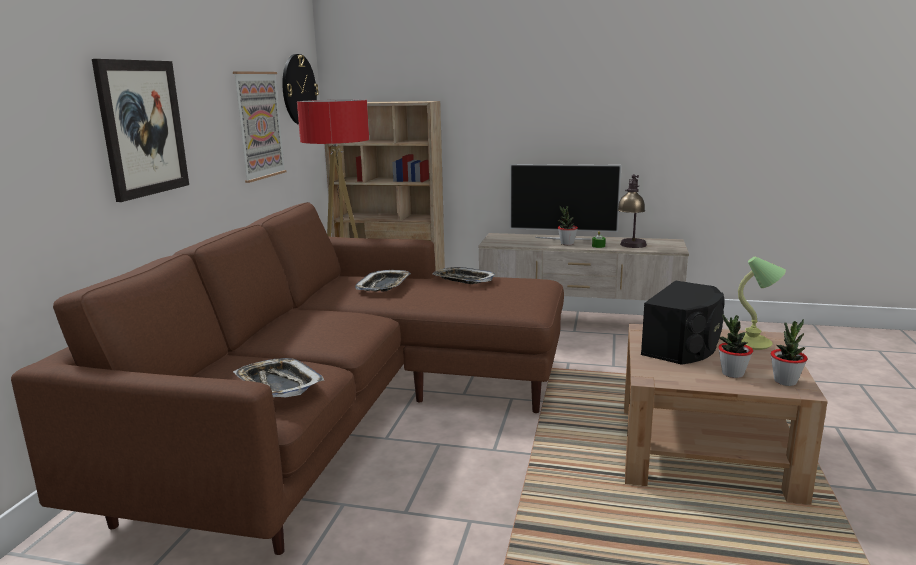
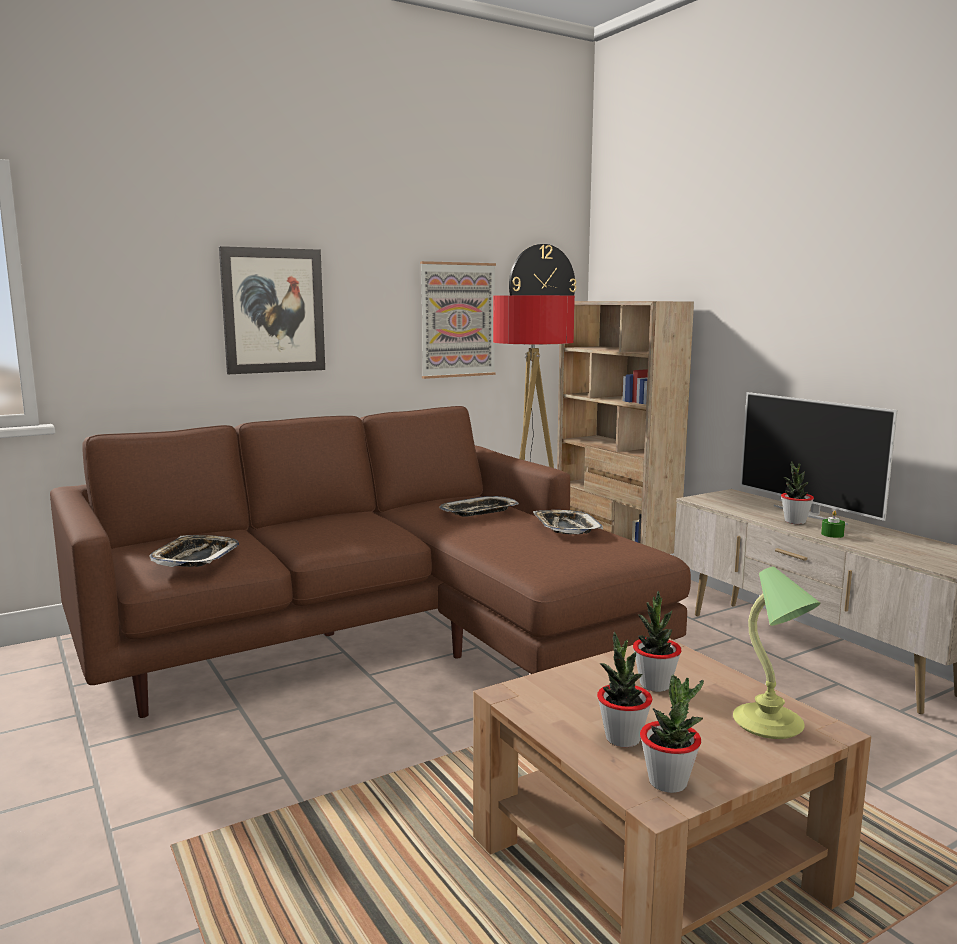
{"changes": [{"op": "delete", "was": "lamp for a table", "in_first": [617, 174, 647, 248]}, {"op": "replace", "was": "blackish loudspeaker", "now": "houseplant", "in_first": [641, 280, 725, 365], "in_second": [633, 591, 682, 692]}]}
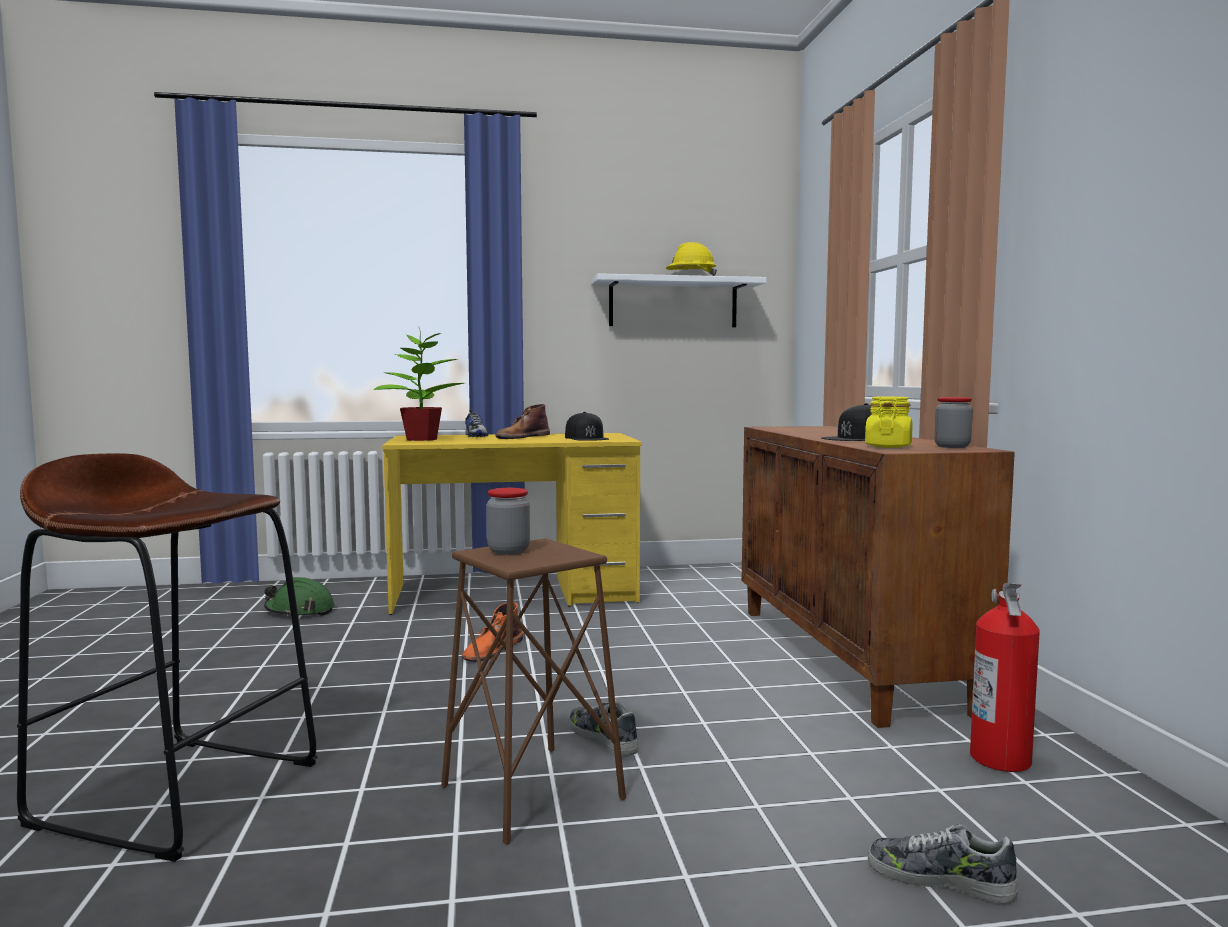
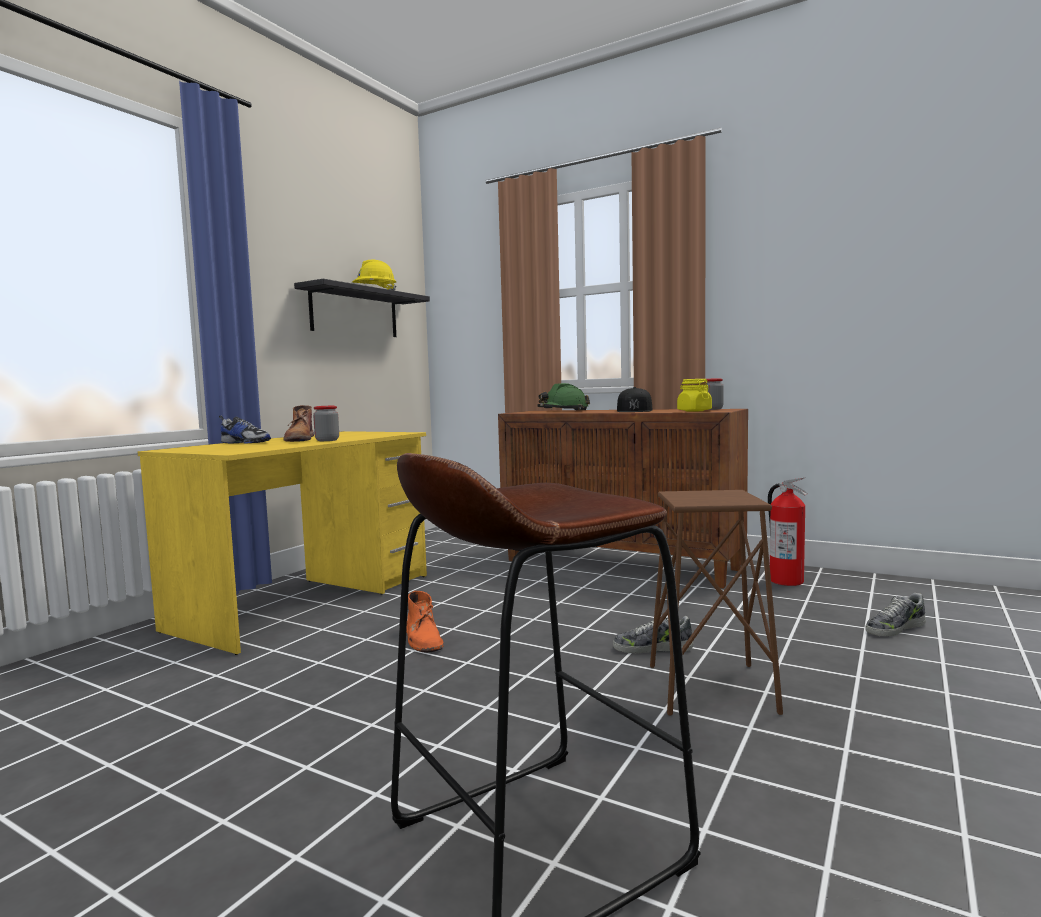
{"changes": [{"op": "delete", "was": "houseplant", "in_first": [374, 328, 464, 441]}, {"op": "delete", "was": "blackish baseball cap", "in_first": [565, 412, 609, 441]}, {"op": "move", "was": "green-coloured work helmet", "in_first": [264, 577, 335, 617], "in_second": [537, 383, 590, 410]}, {"op": "move", "was": "preserve jar", "in_first": [486, 488, 530, 554], "in_second": [313, 406, 339, 441]}, {"op": "recolor", "was": "white bracket shelf", "now": "blackish bracket shelf", "in_first": [592, 273, 767, 327], "in_second": [294, 279, 430, 337]}]}
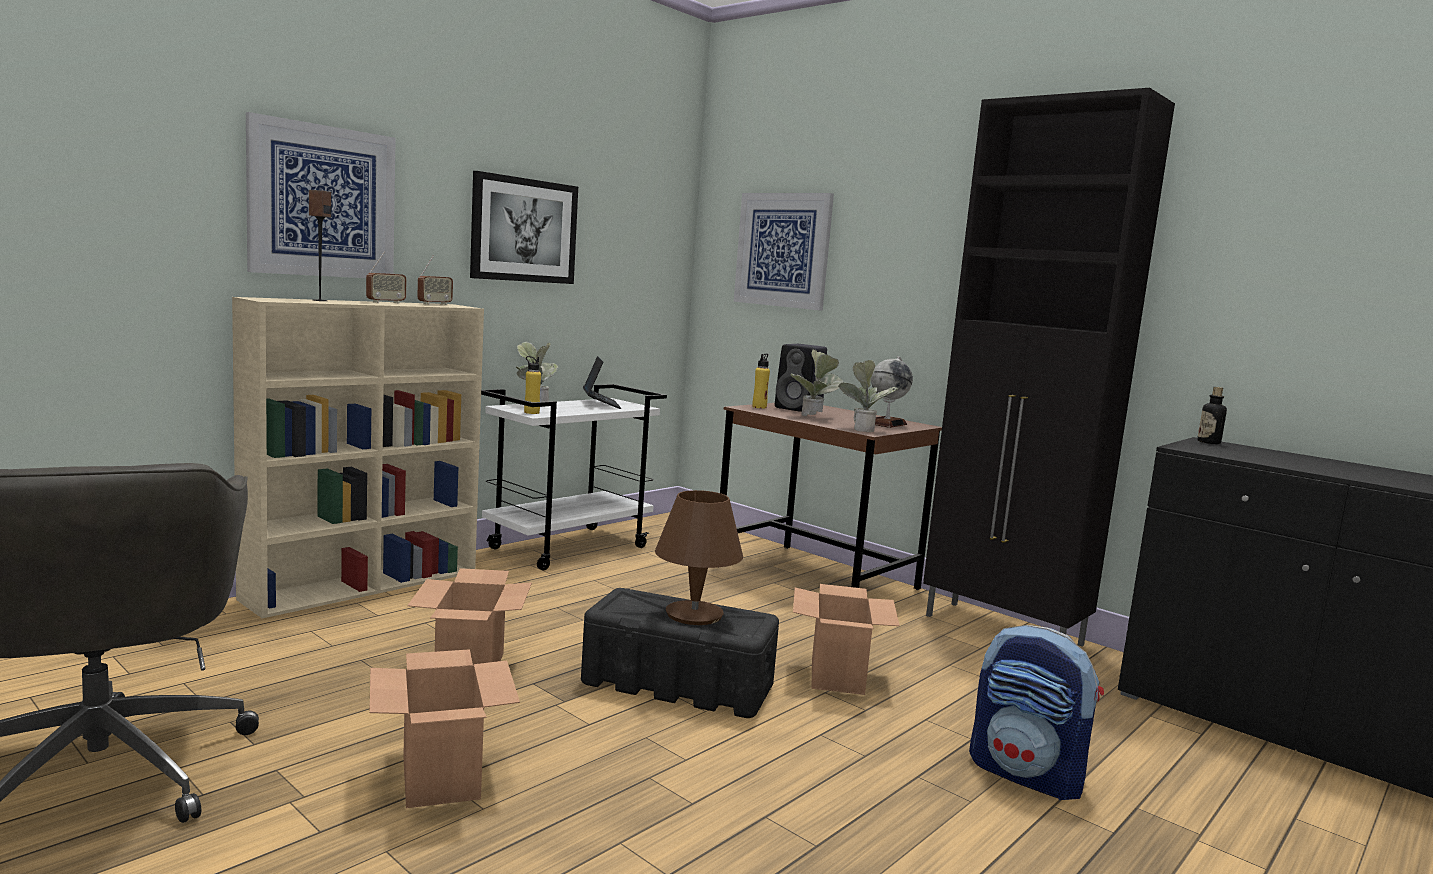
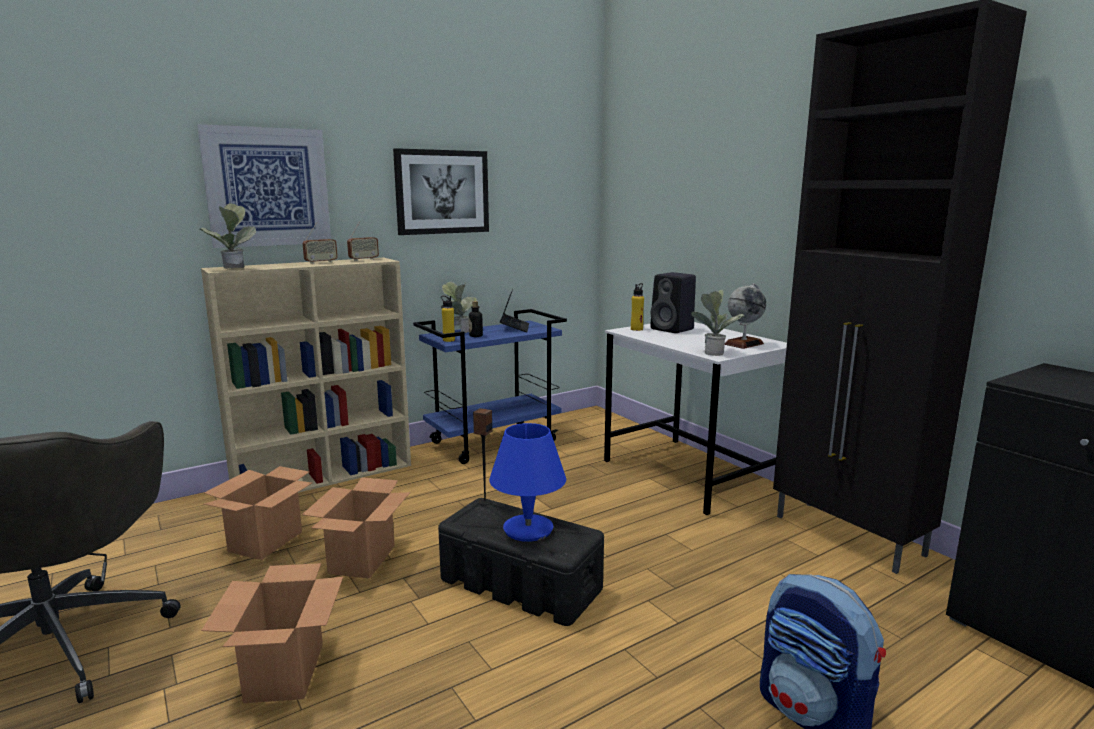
{"changes": [{"op": "delete", "was": "wall art", "in_first": [734, 193, 834, 310]}, {"op": "move", "was": "loudspeaker", "in_first": [309, 190, 331, 301], "in_second": [473, 408, 492, 505]}, {"op": "move", "was": "houseplant", "in_first": [790, 349, 843, 416], "in_second": [200, 203, 256, 269]}, {"op": "move", "was": "carton", "in_first": [793, 584, 900, 695], "in_second": [204, 466, 312, 560]}, {"op": "move", "was": "beverage bottle", "in_first": [1197, 387, 1227, 444], "in_second": [469, 301, 483, 337]}, {"op": "recolor", "was": "white trolley", "now": "blue trolley", "in_first": [481, 384, 667, 570], "in_second": [413, 309, 567, 464]}, {"op": "recolor", "was": "brown lamp for a table", "now": "blue lamp for a table", "in_first": [655, 490, 743, 625], "in_second": [489, 423, 566, 542]}, {"op": "recolor", "was": "brown desk", "now": "white desk", "in_first": [717, 403, 942, 590], "in_second": [604, 322, 787, 515]}]}
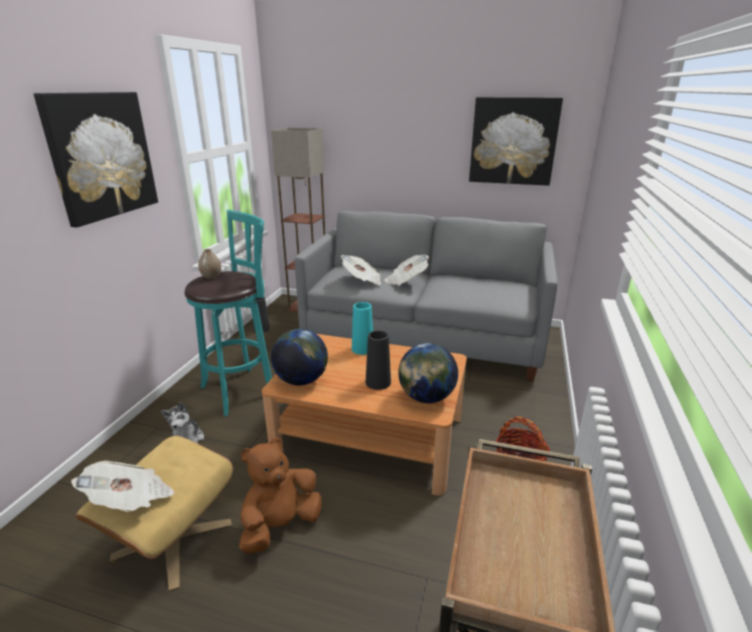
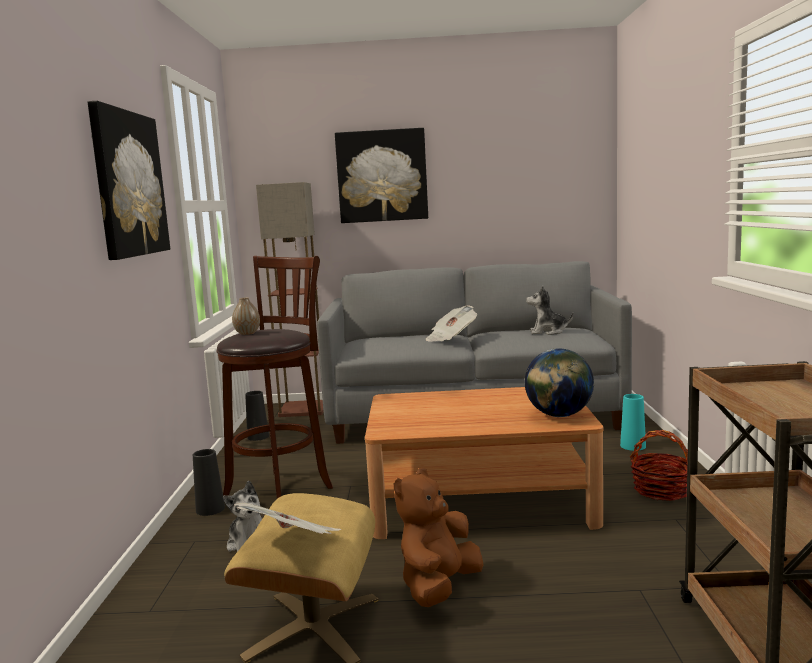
{"changes": [{"op": "delete", "was": "globe", "in_first": [271, 329, 328, 385]}, {"op": "delete", "was": "daily paper", "in_first": [341, 255, 381, 285]}, {"op": "insert", "now": "cuddly toy", "in_second": [526, 285, 573, 335]}, {"op": "move", "was": "blue-green decorative vase", "in_first": [352, 302, 373, 355], "in_second": [620, 394, 646, 451]}, {"op": "move", "was": "blackish decorative vase", "in_first": [366, 330, 391, 390], "in_second": [193, 449, 225, 516]}, {"op": "move", "was": "wall art", "in_first": [469, 97, 563, 186], "in_second": [335, 128, 428, 223]}, {"op": "recolor", "was": "blue-green stool seat", "now": "brown stool seat", "in_first": [185, 210, 272, 416], "in_second": [216, 256, 333, 499]}]}
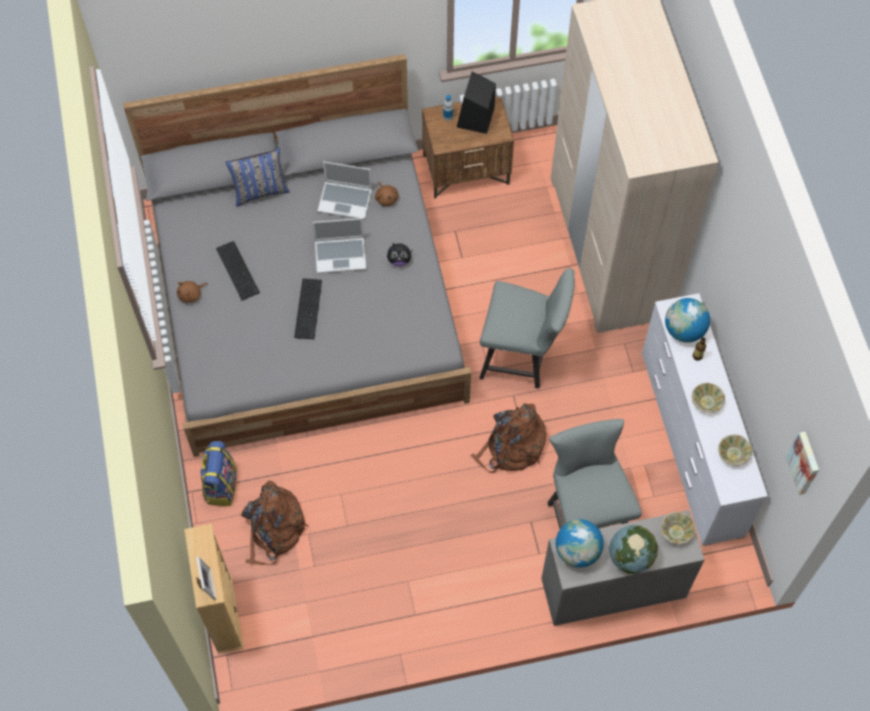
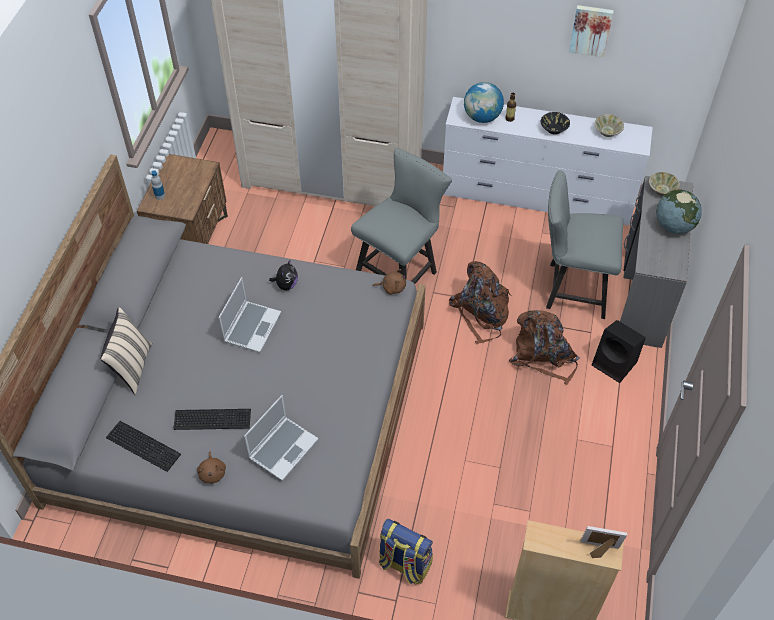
{"changes": [{"op": "delete", "was": "globe", "in_first": [556, 519, 604, 568]}, {"op": "move", "was": "brown backpack", "in_first": [241, 481, 309, 565], "in_second": [509, 310, 580, 385]}, {"op": "move", "was": "PC keyboard", "in_first": [294, 278, 322, 339], "in_second": [106, 421, 181, 472]}, {"op": "move", "was": "laptop", "in_first": [318, 161, 372, 220], "in_second": [244, 395, 318, 481]}, {"op": "move", "was": "brown cuddly toy", "in_first": [375, 182, 398, 206], "in_second": [372, 269, 406, 295]}, {"op": "move", "was": "blackish loudspeaker", "in_first": [457, 72, 496, 134], "in_second": [592, 320, 646, 383]}, {"op": "move", "was": "wall art", "in_first": [786, 432, 819, 495], "in_second": [569, 5, 614, 57]}, {"op": "recolor", "was": "blue pillow", "now": "sand-coloured pillow", "in_first": [225, 147, 290, 207], "in_second": [100, 307, 152, 395]}, {"op": "recolor", "was": "sand-coloured deep dish", "now": "blackish deep dish", "in_first": [692, 383, 725, 413], "in_second": [541, 112, 570, 135]}]}
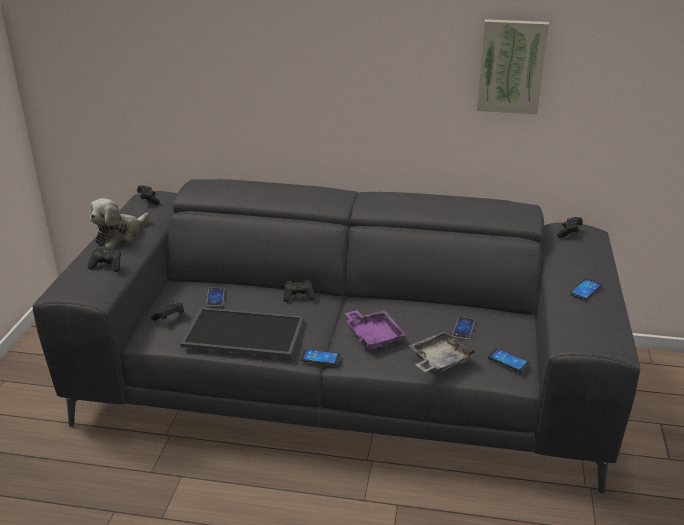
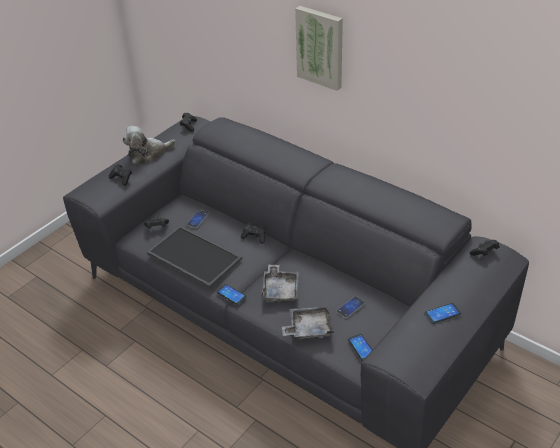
{"changes": [{"op": "move", "was": "wall art", "in_first": [477, 19, 549, 114], "in_second": [295, 6, 343, 91]}, {"op": "recolor", "was": "purple tray", "now": "greyish tray", "in_first": [345, 310, 406, 350], "in_second": [261, 264, 299, 302]}]}
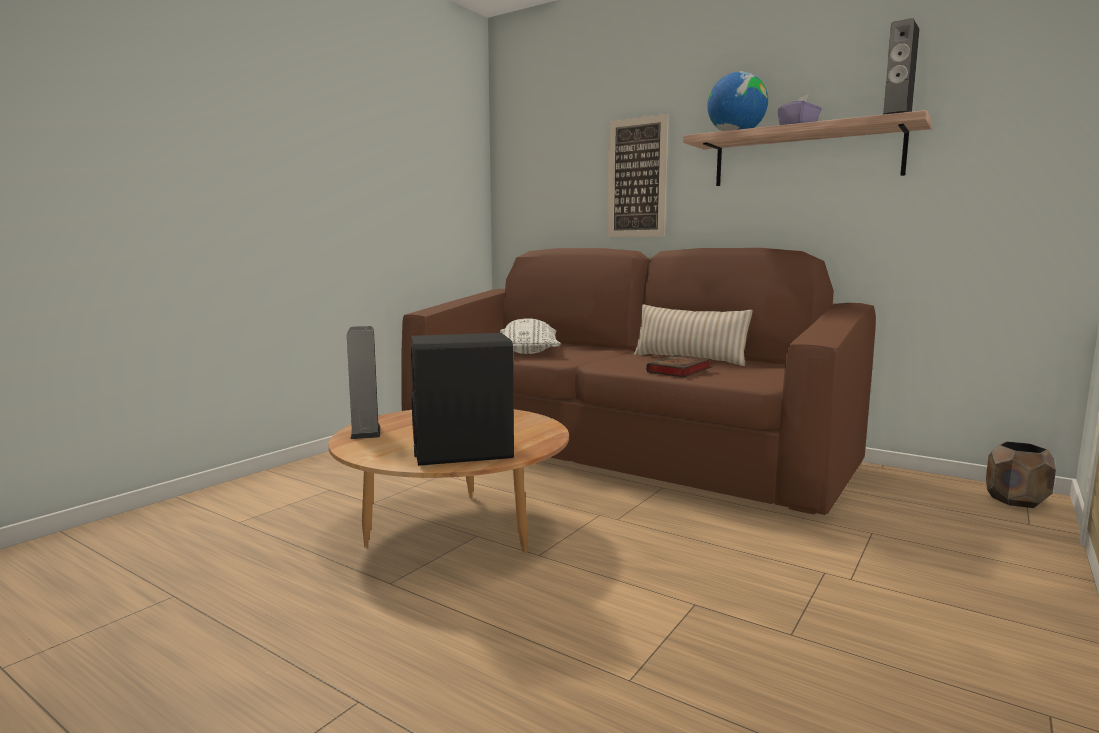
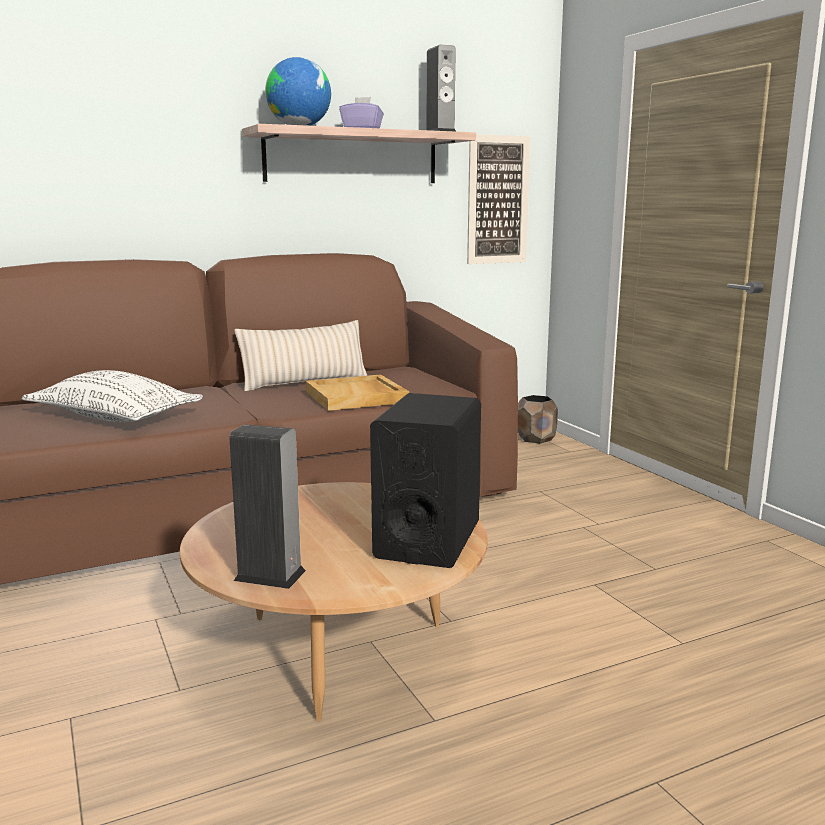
{"changes": [{"op": "move", "was": "wall art", "in_first": [607, 114, 669, 237], "in_second": [467, 134, 530, 264]}, {"op": "replace", "was": "bound book", "now": "sand-coloured tray", "in_first": [646, 355, 711, 377], "in_second": [306, 375, 409, 411]}]}
